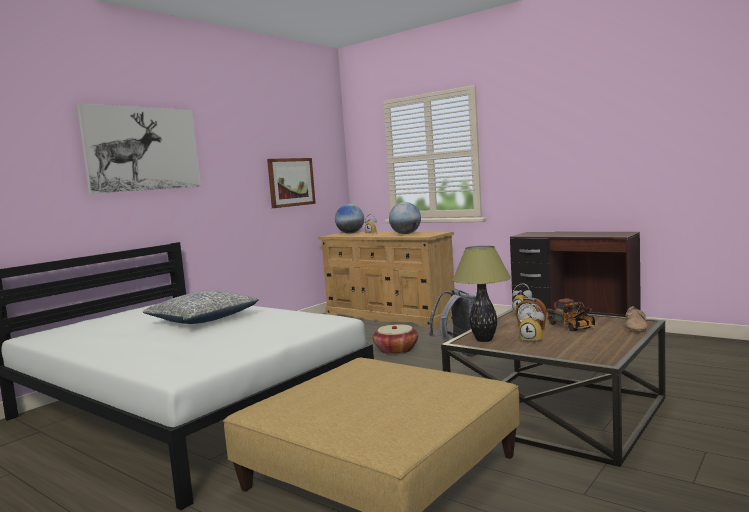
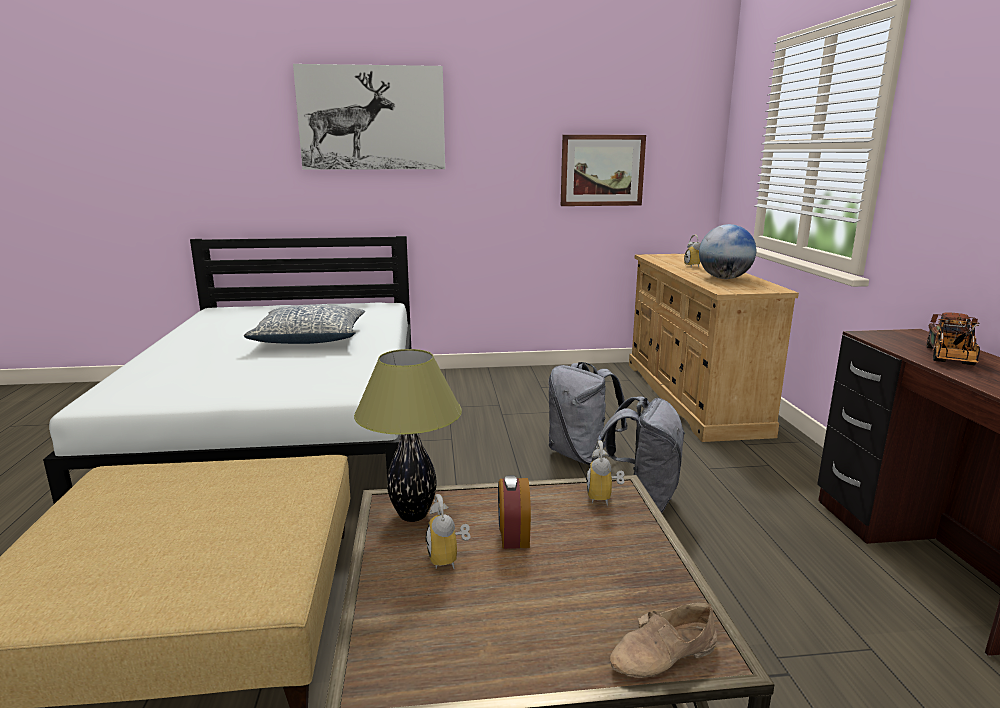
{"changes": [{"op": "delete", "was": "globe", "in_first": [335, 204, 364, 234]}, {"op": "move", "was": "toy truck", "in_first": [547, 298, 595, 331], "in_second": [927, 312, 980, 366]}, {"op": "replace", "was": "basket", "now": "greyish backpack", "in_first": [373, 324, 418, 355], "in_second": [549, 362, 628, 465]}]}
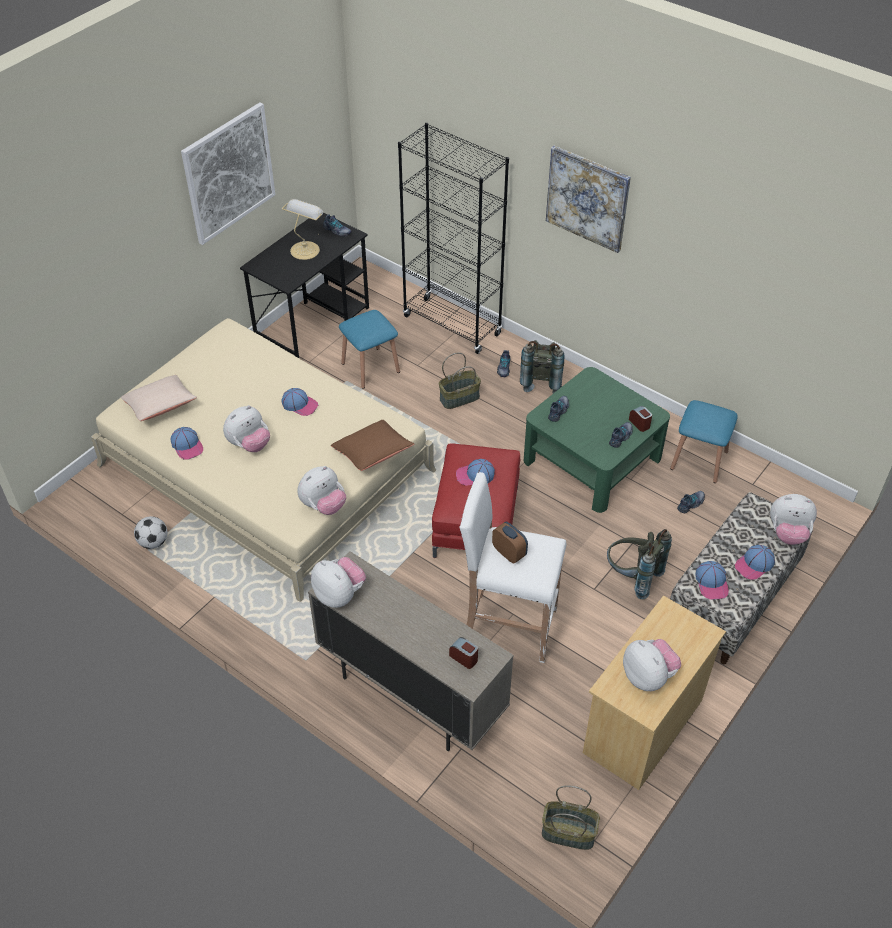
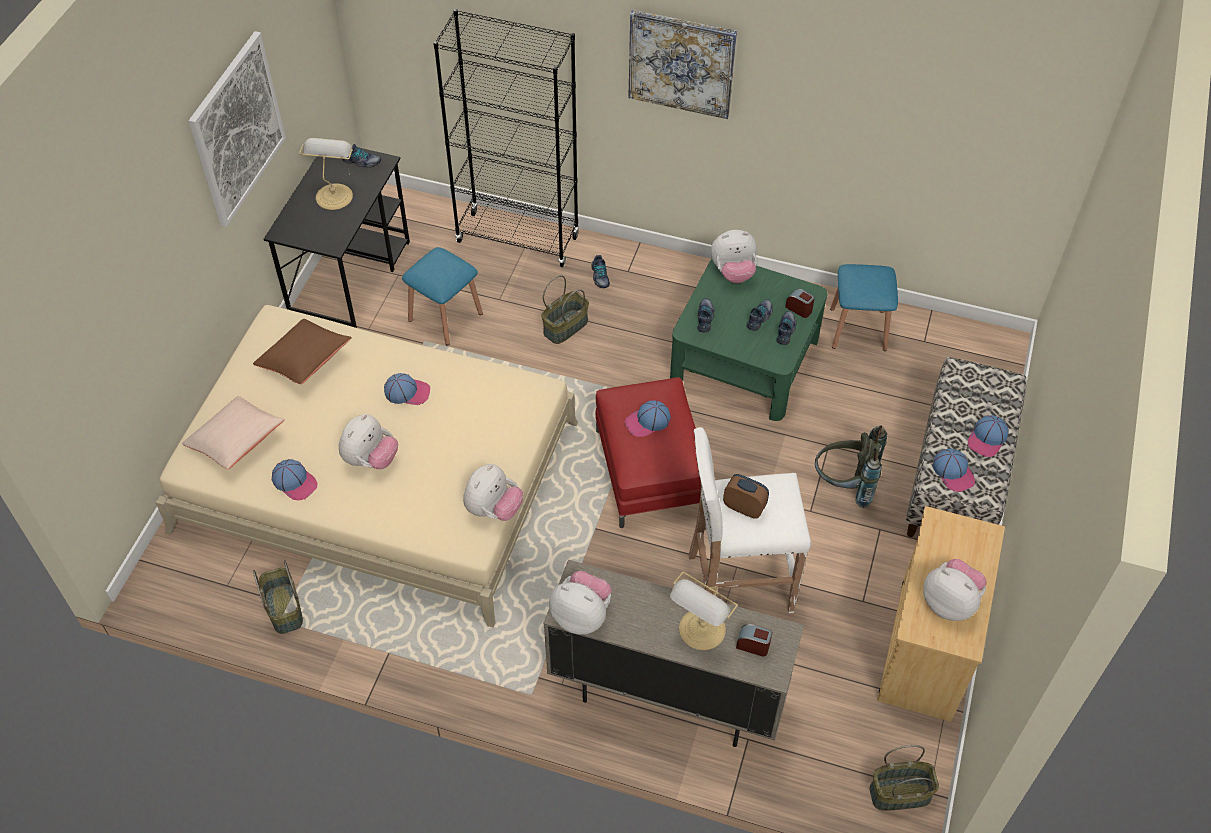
{"changes": [{"op": "delete", "was": "greyish backpack", "in_first": [520, 340, 565, 394]}, {"op": "insert", "now": "lamp for a table", "in_second": [670, 572, 738, 650]}, {"op": "move", "was": "brown pillow", "in_first": [331, 420, 414, 471], "in_second": [253, 319, 352, 384]}, {"op": "move", "was": "item of footwear", "in_first": [677, 491, 705, 513], "in_second": [747, 299, 773, 331]}, {"op": "move", "was": "cuddly toy", "in_first": [770, 494, 817, 545], "in_second": [711, 230, 757, 283]}, {"op": "replace", "was": "football ball", "now": "basket", "in_first": [134, 516, 168, 549], "in_second": [253, 560, 303, 634]}]}
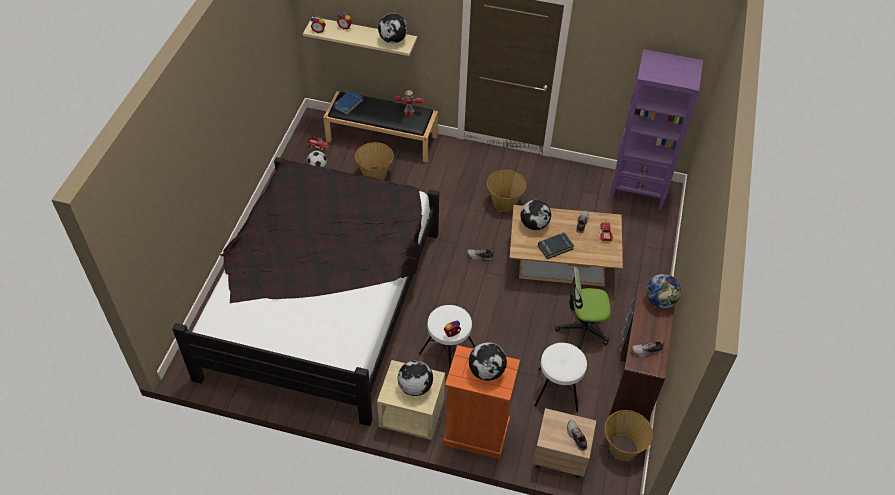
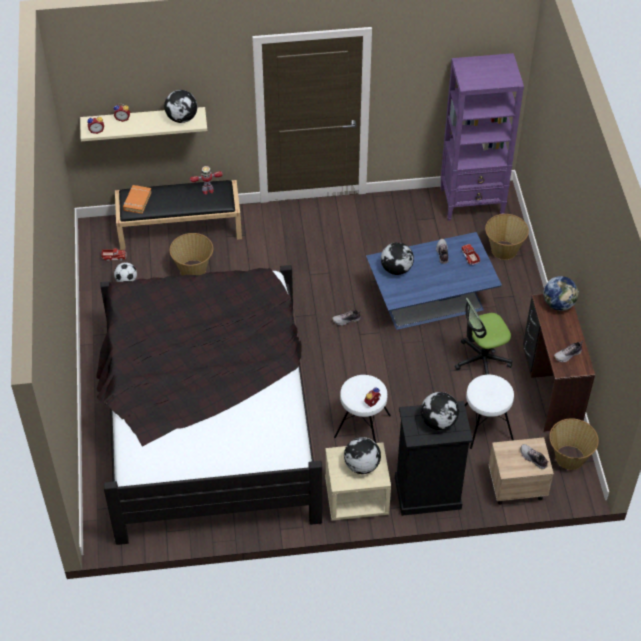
{"changes": [{"op": "delete", "was": "blackish bound book", "in_first": [538, 232, 574, 259]}, {"op": "move", "was": "basket", "in_first": [487, 170, 526, 212], "in_second": [485, 214, 529, 260]}, {"op": "recolor", "was": "blue bound book", "now": "orangey bound book", "in_first": [333, 90, 363, 115], "in_second": [123, 185, 152, 214]}, {"op": "recolor", "was": "orangey chest of drawers", "now": "blackish chest of drawers", "in_first": [443, 345, 520, 459], "in_second": [395, 401, 473, 516]}, {"op": "recolor", "was": "brown lounge table", "now": "blue lounge table", "in_first": [510, 205, 623, 286], "in_second": [366, 232, 502, 330]}]}
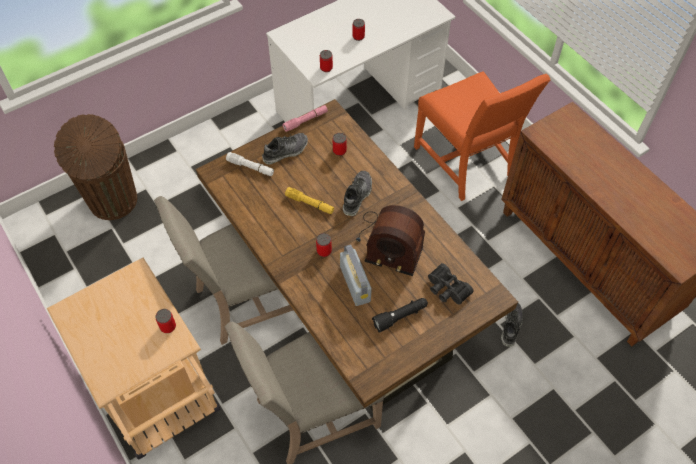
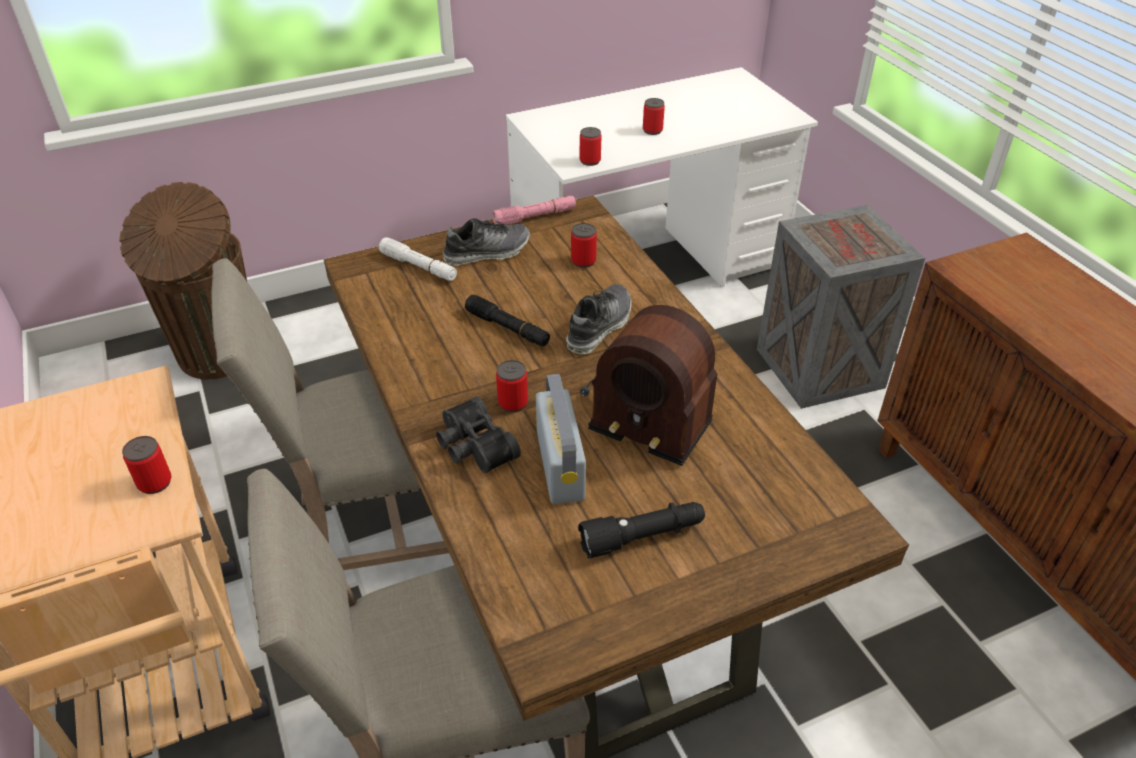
{"changes": [{"op": "delete", "was": "item of footwear", "in_first": [501, 303, 523, 347]}, {"op": "move", "was": "blackish binoculars", "in_first": [428, 263, 474, 305], "in_second": [436, 396, 521, 473]}, {"op": "replace", "was": "orangey plain chair", "now": "shipping crate", "in_first": [414, 72, 550, 201], "in_second": [757, 205, 925, 409]}, {"op": "recolor", "was": "yellow hand torch", "now": "blackish hand torch", "in_first": [285, 187, 334, 214], "in_second": [465, 295, 550, 346]}]}
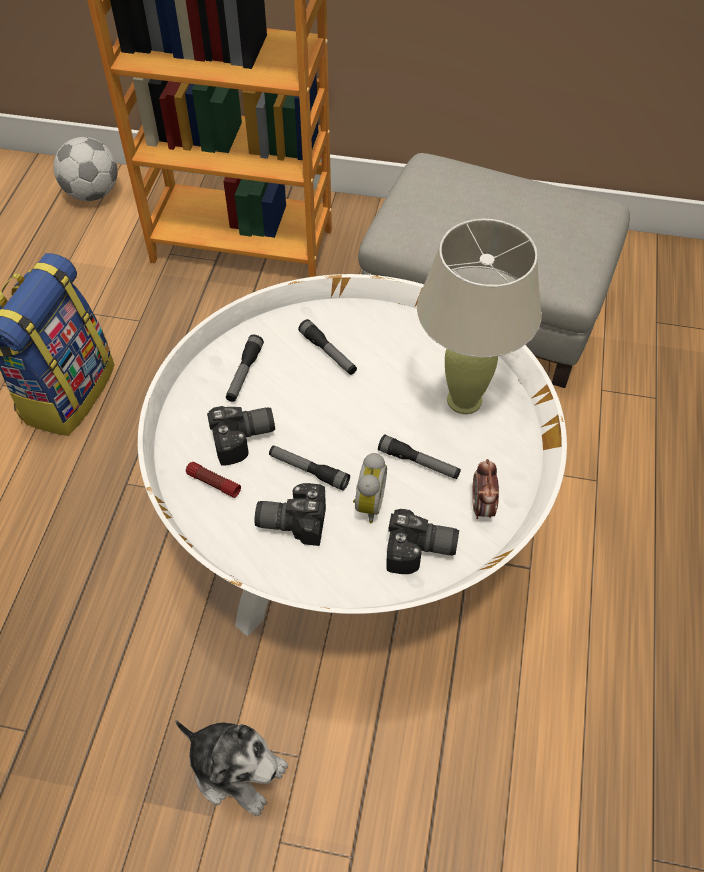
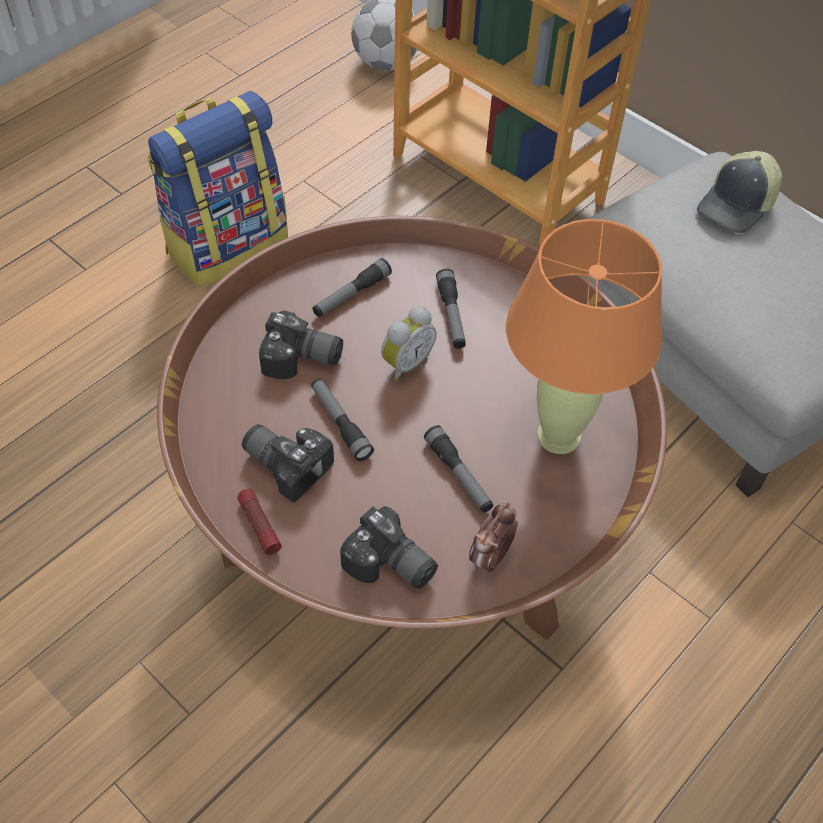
{"changes": [{"op": "delete", "was": "cuddly toy", "in_first": [175, 720, 288, 816]}, {"op": "insert", "now": "baseball cap", "in_second": [697, 151, 782, 233]}, {"op": "move", "was": "hand torch", "in_first": [186, 462, 241, 498], "in_second": [237, 489, 282, 555]}, {"op": "move", "was": "table clock", "in_first": [353, 453, 387, 523], "in_second": [381, 306, 437, 381]}, {"op": "recolor", "was": "white lounge table", "now": "brown lounge table", "in_first": [138, 274, 567, 636], "in_second": [157, 216, 667, 640]}, {"op": "recolor", "was": "sand-coloured lamp for a table", "now": "orangey lamp for a table", "in_first": [417, 219, 542, 414], "in_second": [506, 219, 662, 454]}]}
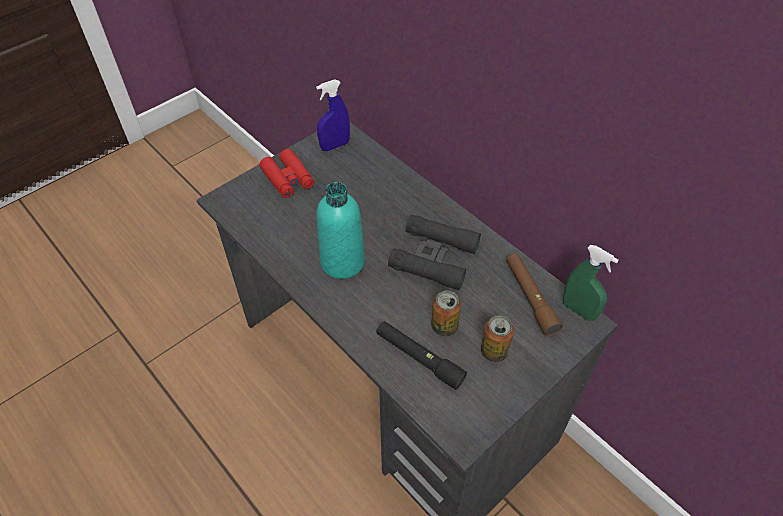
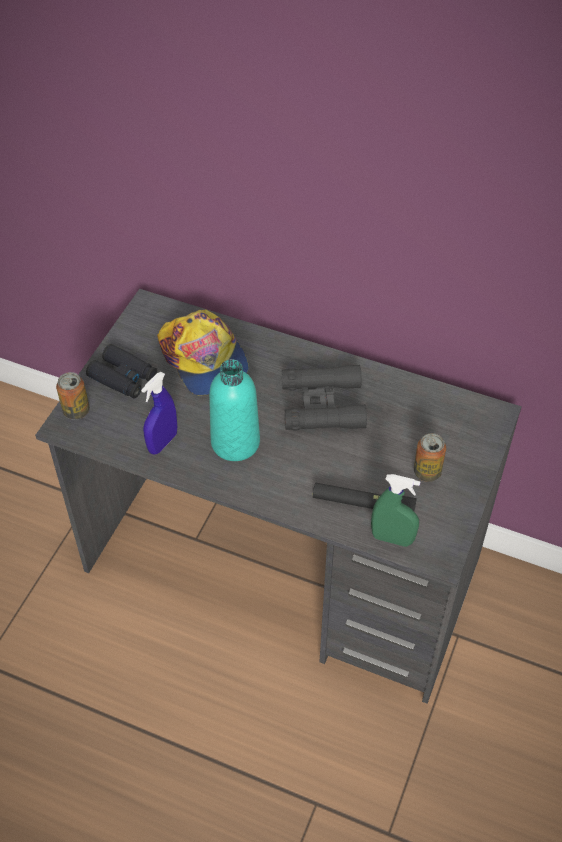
{"changes": [{"op": "delete", "was": "brown hand torch", "in_first": [507, 253, 563, 336]}, {"op": "insert", "now": "baseball cap", "in_second": [157, 309, 249, 396]}, {"op": "move", "was": "blue spray bottle", "in_first": [316, 79, 350, 151], "in_second": [141, 372, 177, 455]}, {"op": "move", "was": "sealed can", "in_first": [431, 290, 461, 336], "in_second": [56, 372, 90, 420]}, {"op": "move", "was": "green-coloured spray bottle", "in_first": [563, 245, 619, 321], "in_second": [371, 474, 420, 547]}, {"op": "recolor", "was": "red-coloured binoculars", "now": "blackish binoculars", "in_first": [259, 149, 314, 198], "in_second": [86, 344, 157, 399]}]}
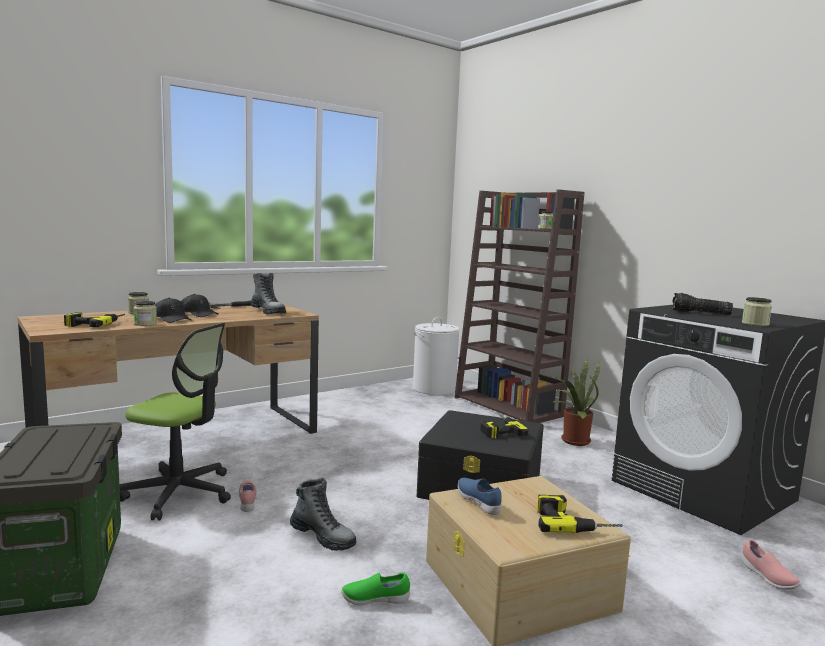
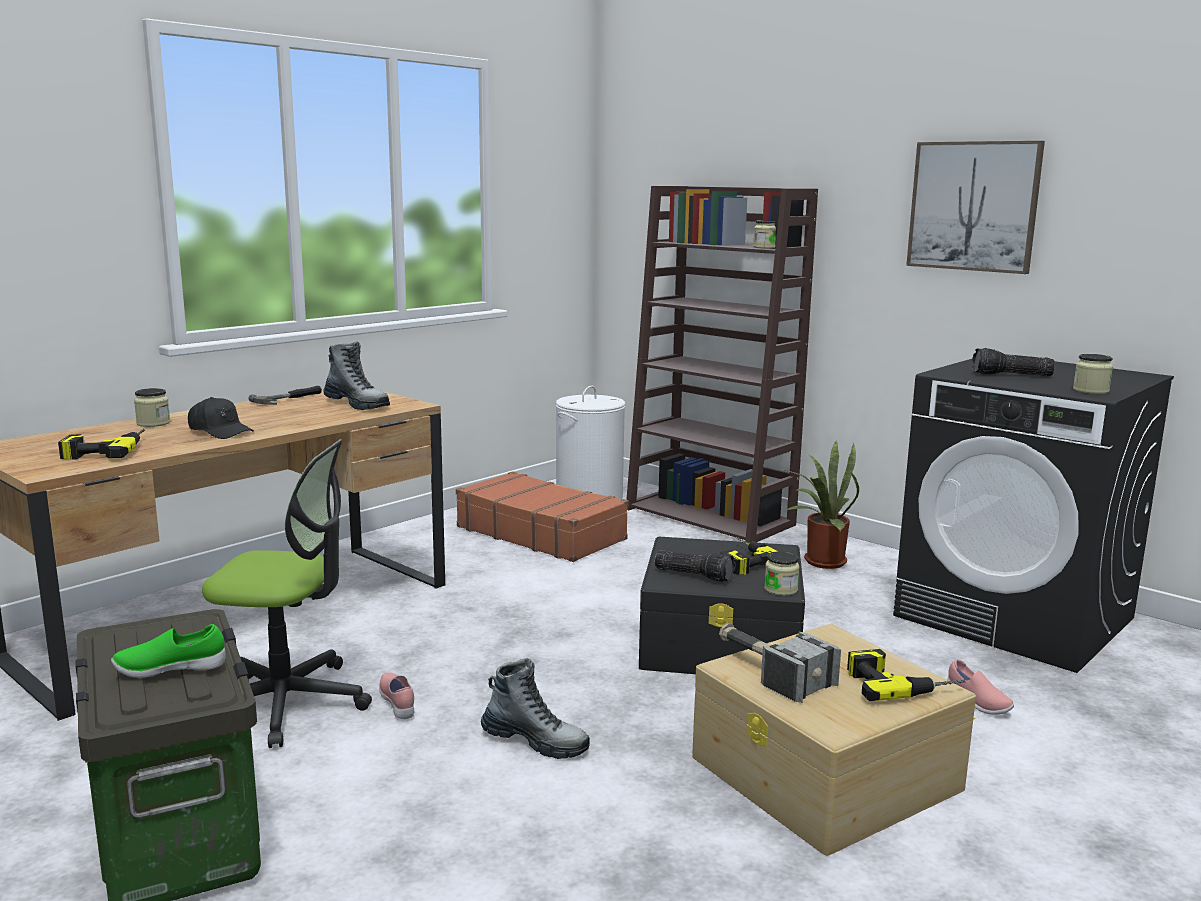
{"changes": [{"op": "delete", "was": "blackish baseball cap", "in_first": [181, 294, 218, 317]}, {"op": "insert", "now": "brown piece of luggage", "in_second": [456, 472, 628, 562]}, {"op": "insert", "now": "hand torch", "in_second": [655, 550, 735, 582]}, {"op": "insert", "now": "wall art", "in_second": [906, 141, 1045, 274]}, {"op": "move", "was": "preserve jar", "in_first": [134, 301, 157, 326], "in_second": [764, 551, 799, 596]}, {"op": "move", "was": "green-coloured item of footwear", "in_first": [341, 572, 410, 606], "in_second": [111, 624, 226, 678]}, {"op": "move", "was": "pink item of footwear", "in_first": [742, 539, 800, 590], "in_second": [947, 659, 1014, 715]}, {"op": "replace", "was": "blue item of footwear", "now": "hand hammer", "in_first": [458, 478, 502, 515], "in_second": [719, 623, 841, 703]}]}
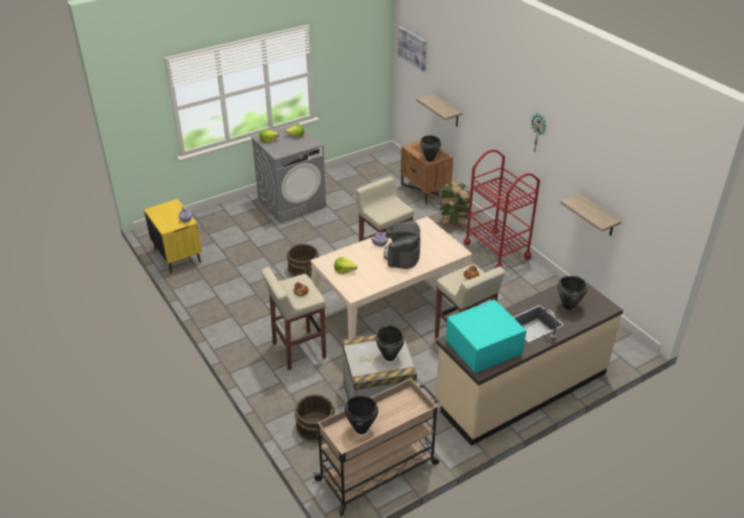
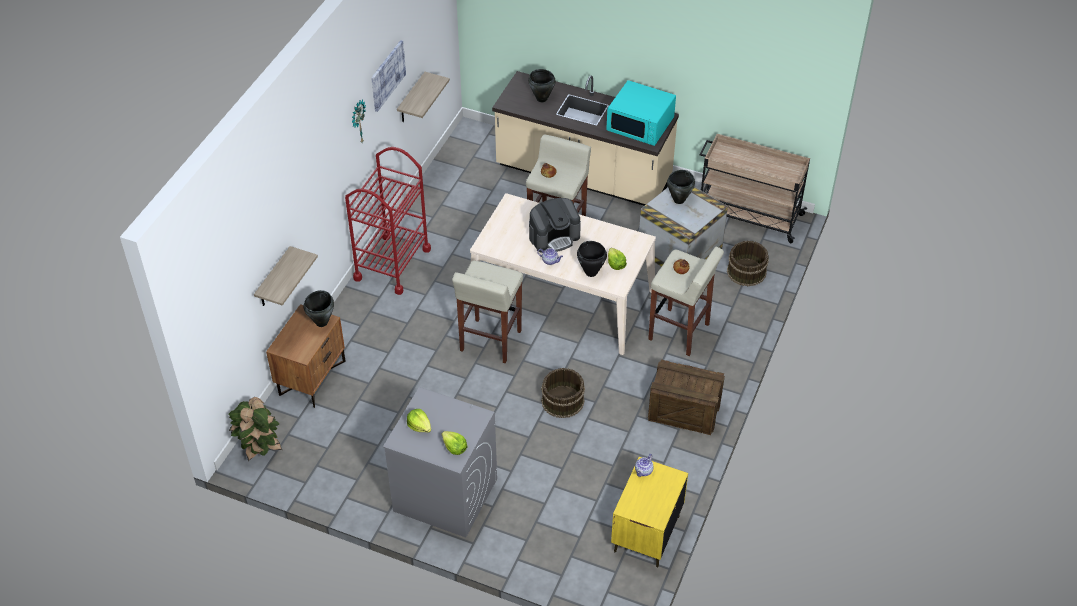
{"changes": [{"op": "insert", "now": "shipping crate", "in_second": [648, 359, 725, 435]}, {"op": "move", "was": "blackish cooking pot", "in_first": [344, 396, 378, 434], "in_second": [577, 241, 607, 277]}, {"op": "move", "was": "wall art", "in_first": [398, 26, 427, 71], "in_second": [371, 40, 406, 112]}, {"op": "move", "was": "houseplant", "in_first": [439, 181, 470, 226], "in_second": [229, 397, 282, 461]}]}
